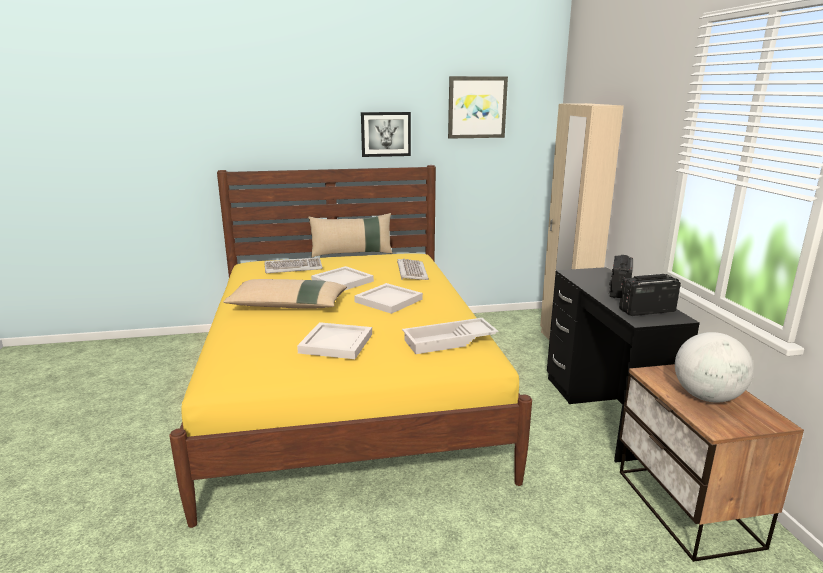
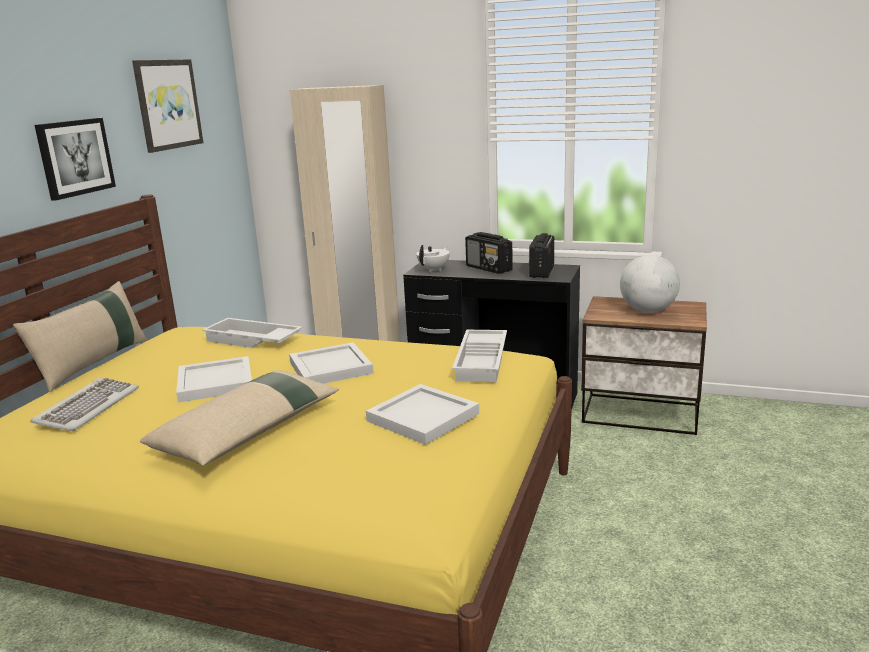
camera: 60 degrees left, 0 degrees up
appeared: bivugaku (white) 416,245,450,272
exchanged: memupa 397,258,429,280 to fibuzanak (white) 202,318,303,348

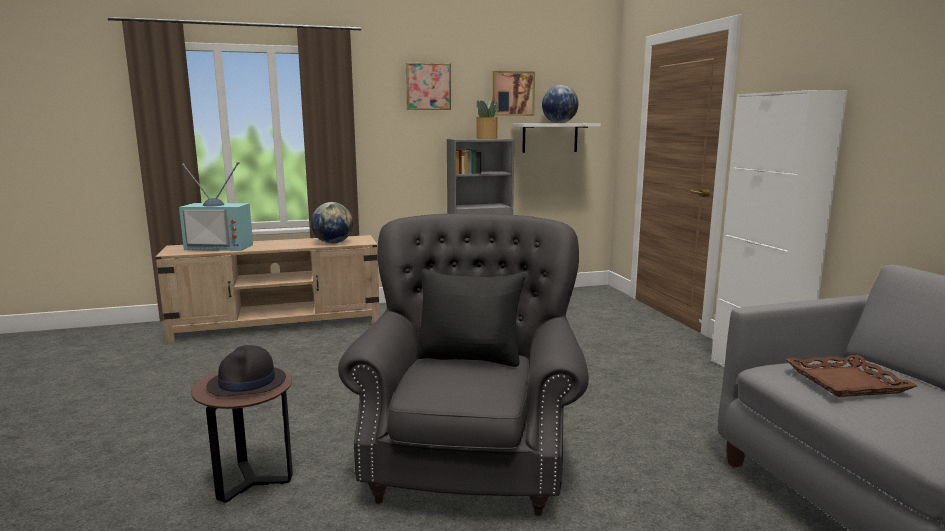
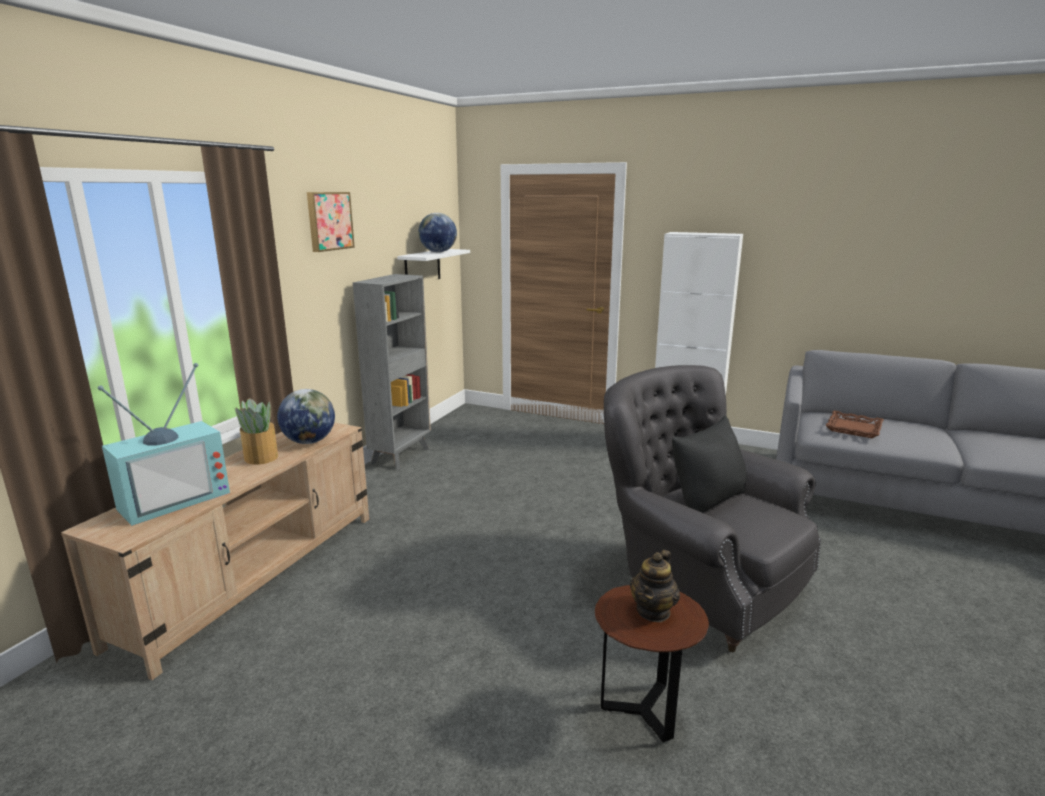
camera: 50 degrees left, 5 degrees up
missing: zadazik 493,71,535,116
relocated: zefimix 477,100,499,139 to 234,398,278,465
exchanged: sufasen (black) 206,345,286,397 to bivugaku 630,550,680,622

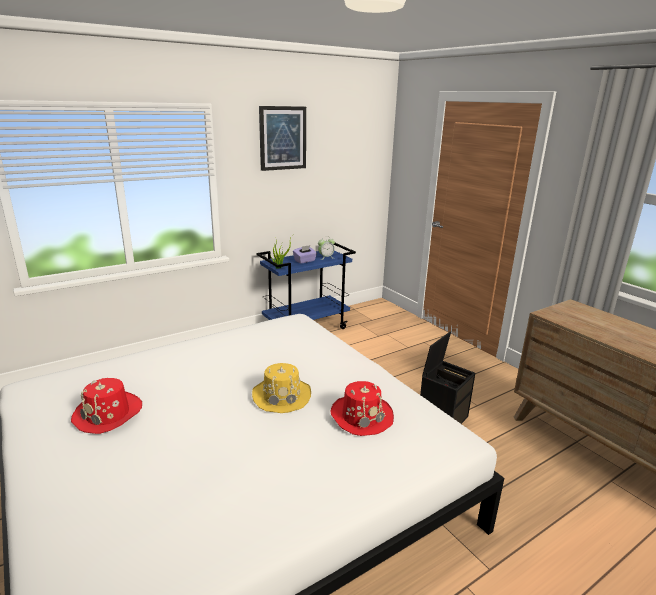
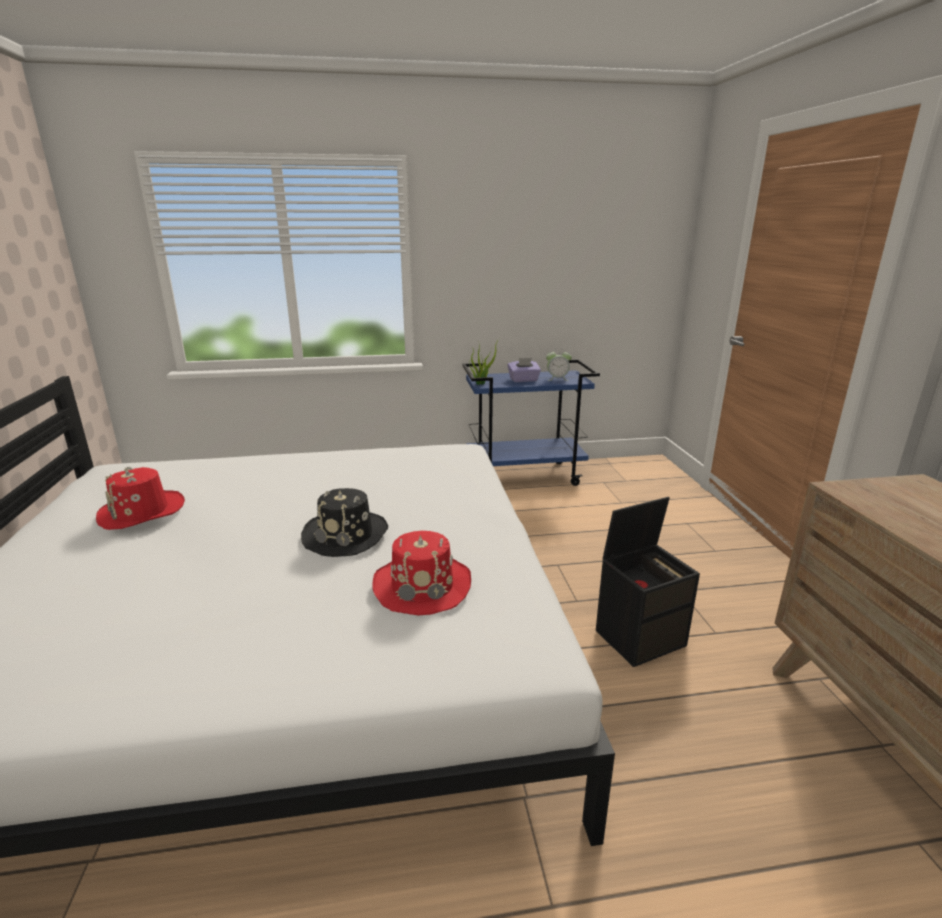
camera: 25 degrees right, 0 degrees up
missing: zadazik 259,106,306,171
colour: sufasen (yellow) 252,363,311,413 to sufasen (black) 301,488,388,557

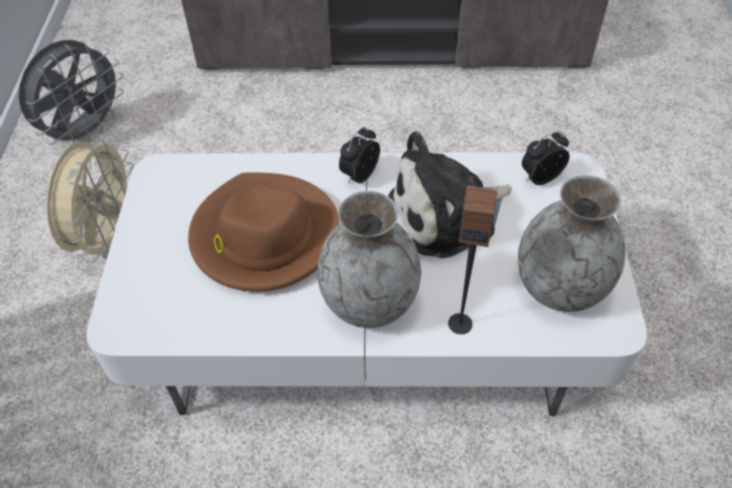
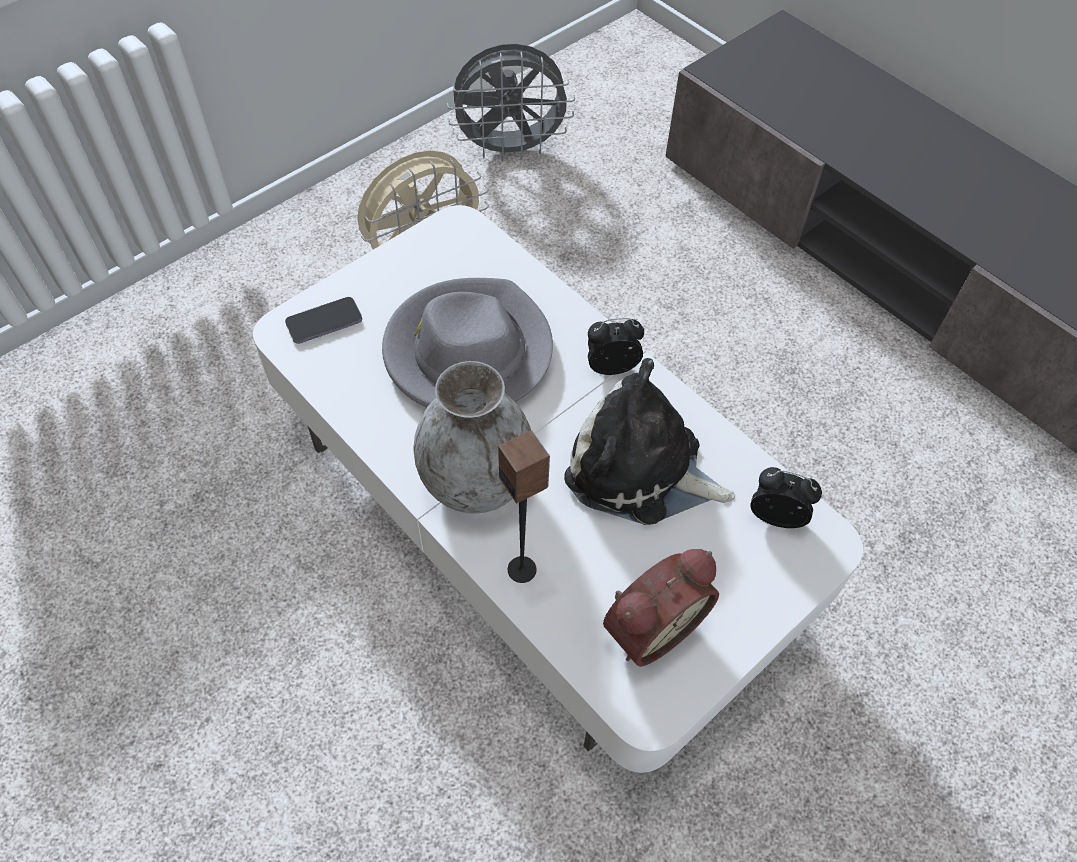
camera: 45 degrees right, 5 degrees up
appeared: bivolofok 285,297,362,344
exchanged: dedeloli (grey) 518,175,626,312 to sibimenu 603,549,719,667
colour: sufasen (brown) 188,172,339,292 to sufasen (grey) 382,278,553,407

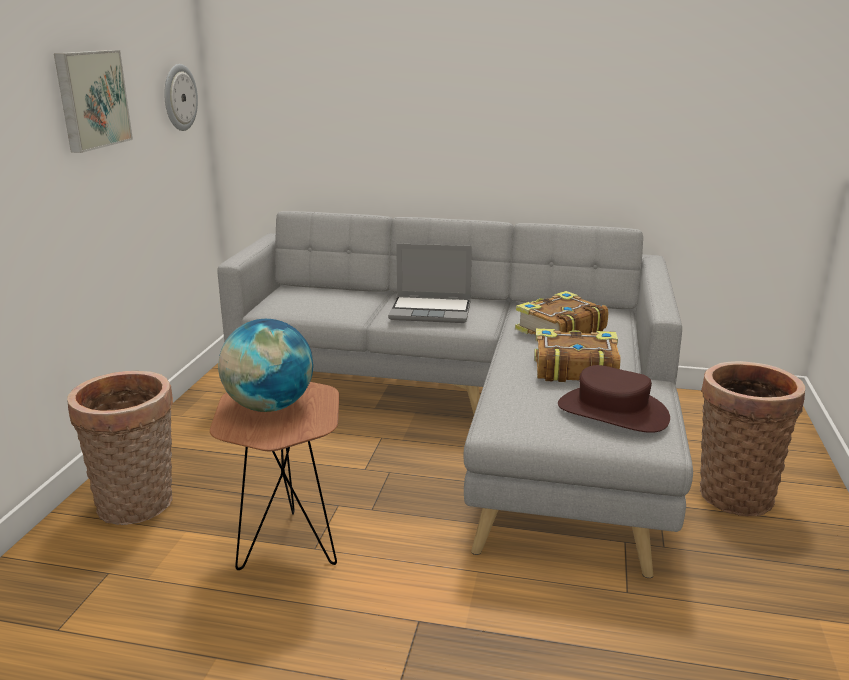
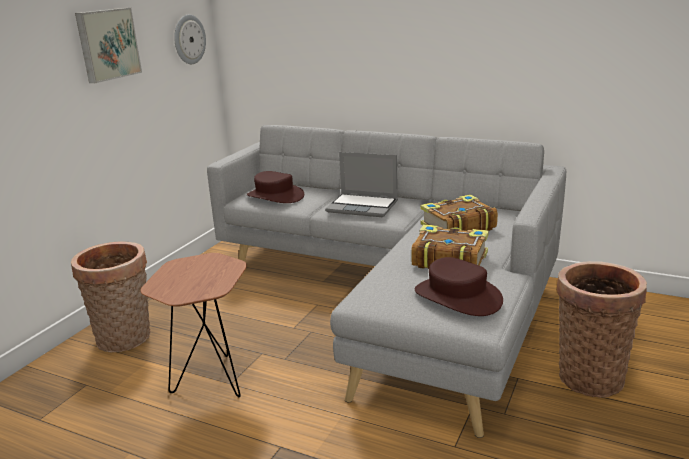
camera: 15 degrees right, 0 degrees up
missing: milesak 218,319,313,412
appeared: sufasen (brown) 246,171,304,203

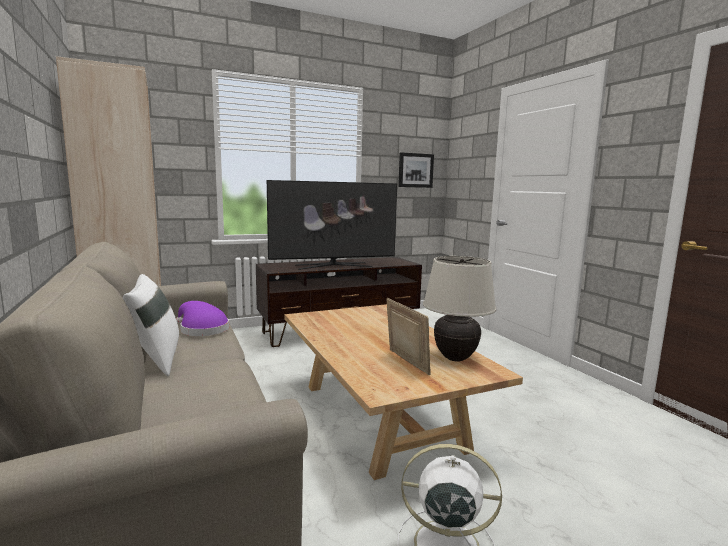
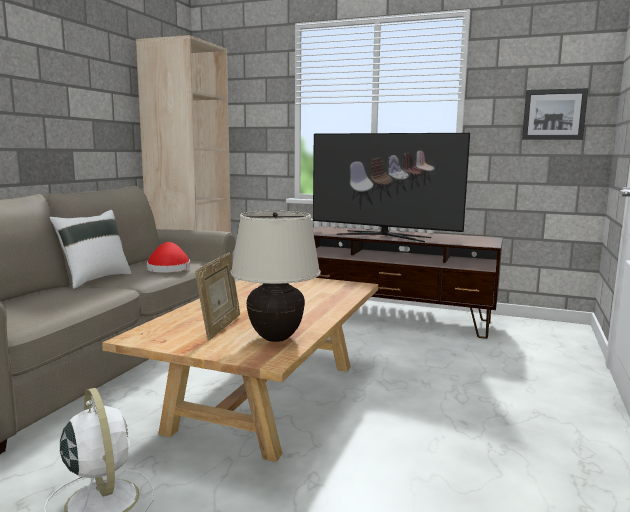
camera: 45 degrees right, 0 degrees up
colour: sufasen (purple) 176,301,229,336 to sufasen (red) 147,242,190,273

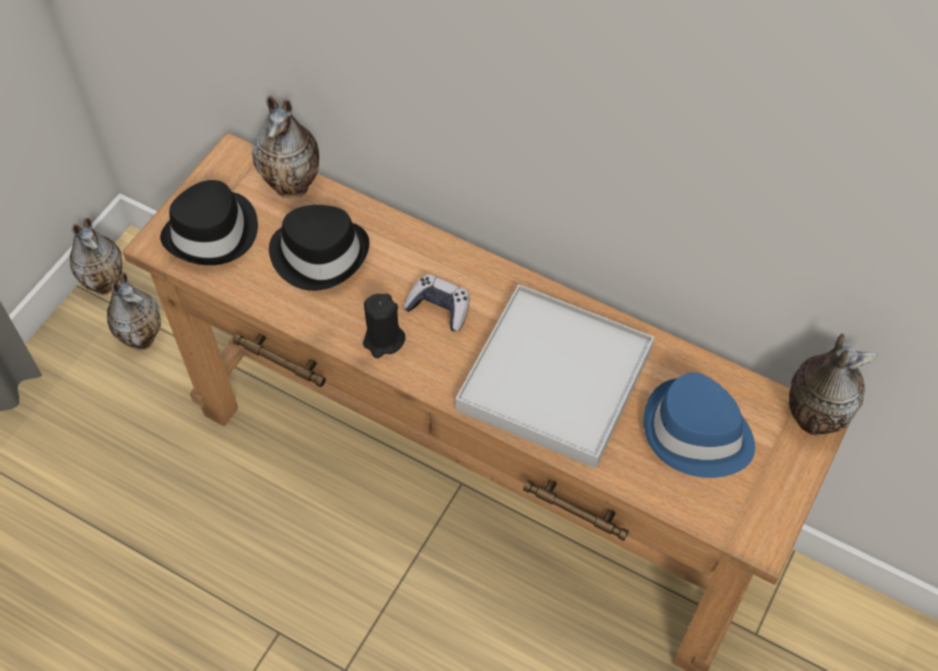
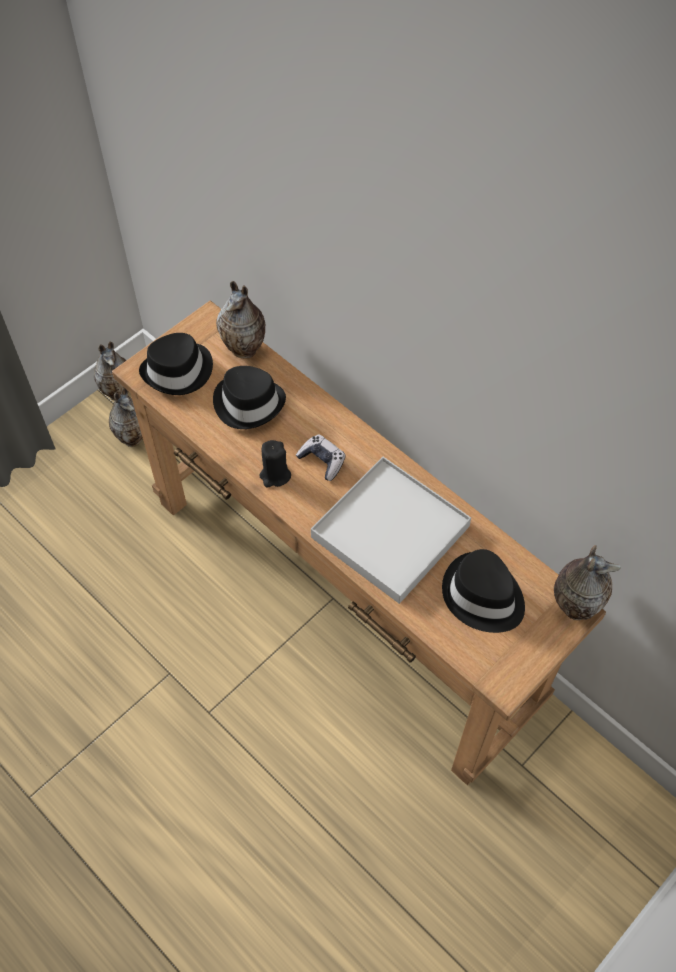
camera: 15 degrees right, 0 degrees up
colour: sufasen (blue) 644,372,755,478 to sufasen (black) 442,549,525,633

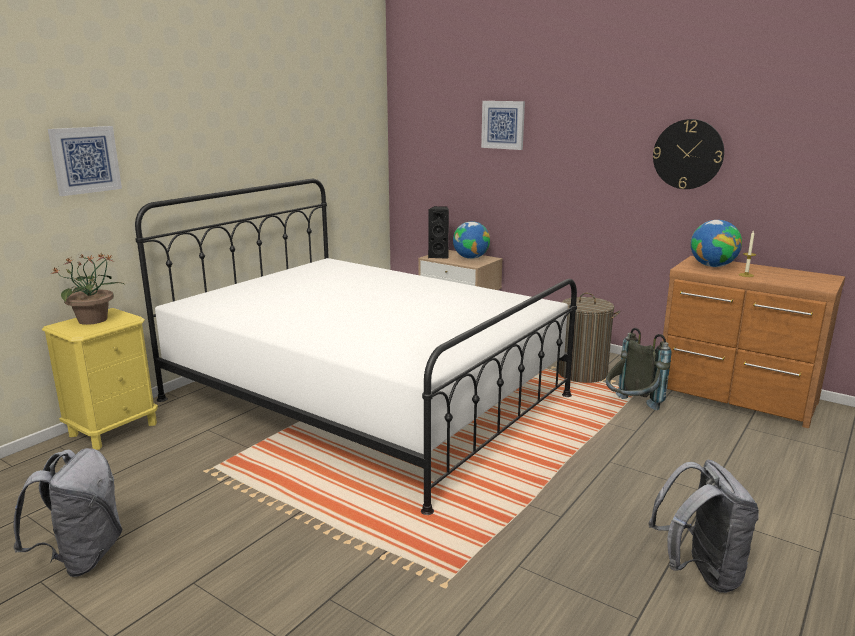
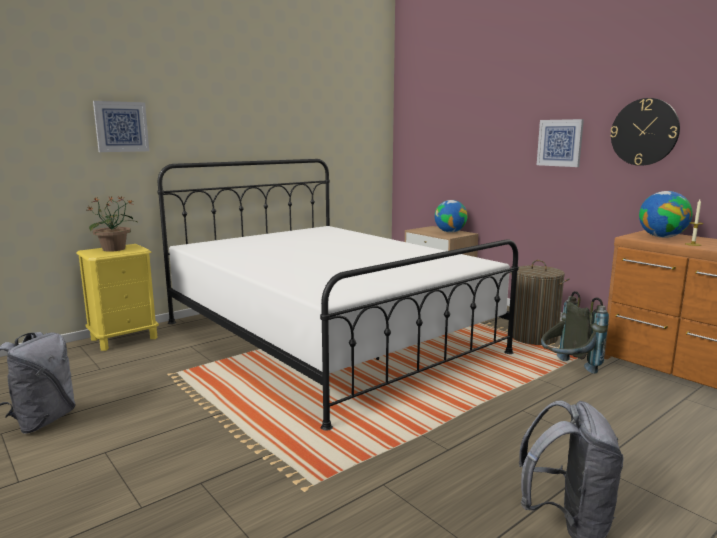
camera: 15 degrees right, 5 degrees down
missing: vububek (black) 428,206,449,259
relocated: zadazik 481,101,525,150 to 537,119,584,167

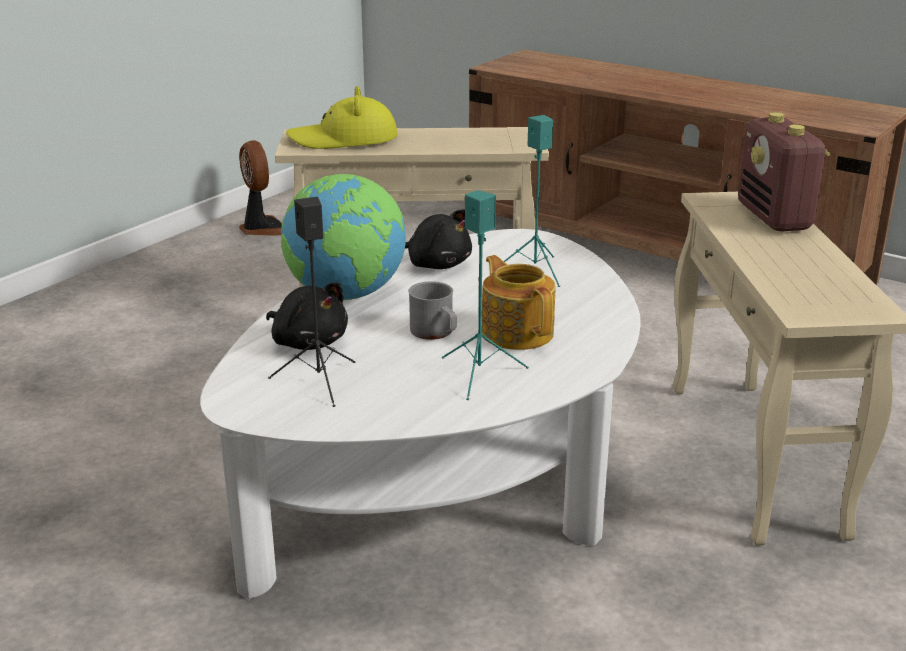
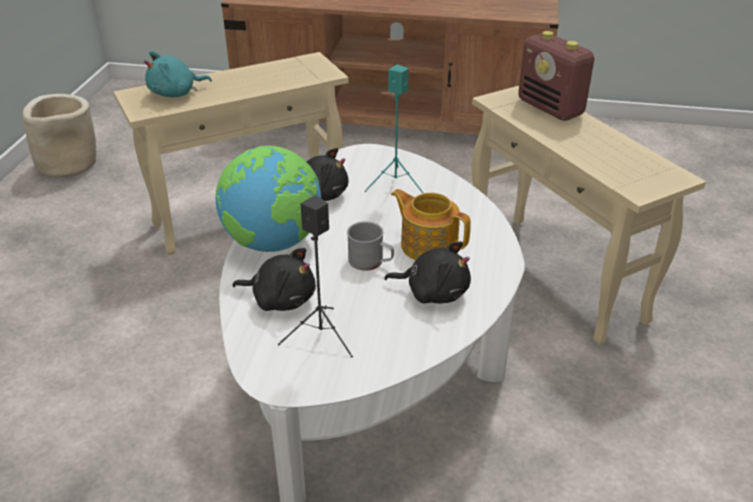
camera: 25 degrees left, 10 degrees up
exchanged: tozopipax 239,140,282,236 to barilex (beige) 23,94,96,178; sufasen (yellow) 286,86,398,149 to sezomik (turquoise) 144,51,212,97; vububek (turquoise) 442,190,529,400 to sezomik (black) 384,241,471,304

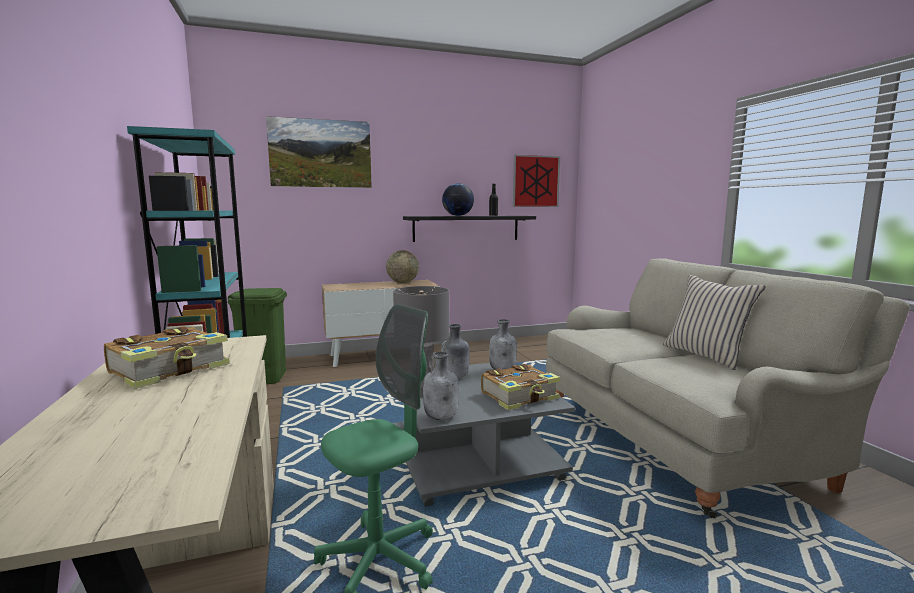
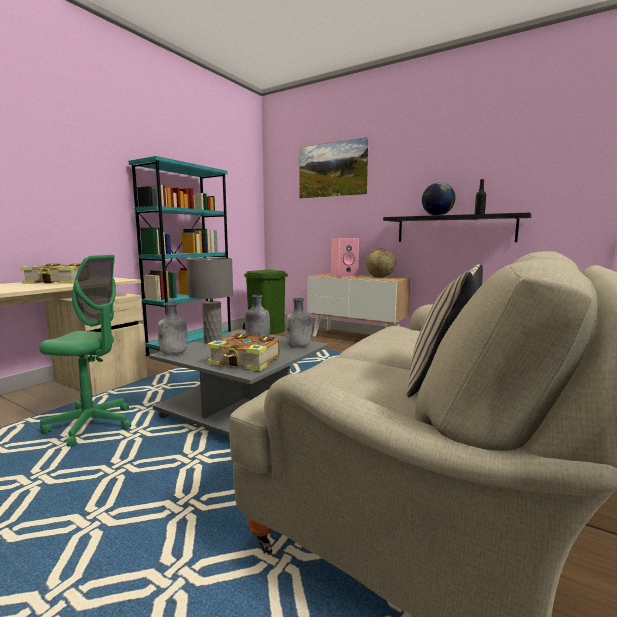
camera: 50 degrees right, 0 degrees up
missing: zadazik 513,155,560,207
appeared: vububek (pink) 331,238,359,277

